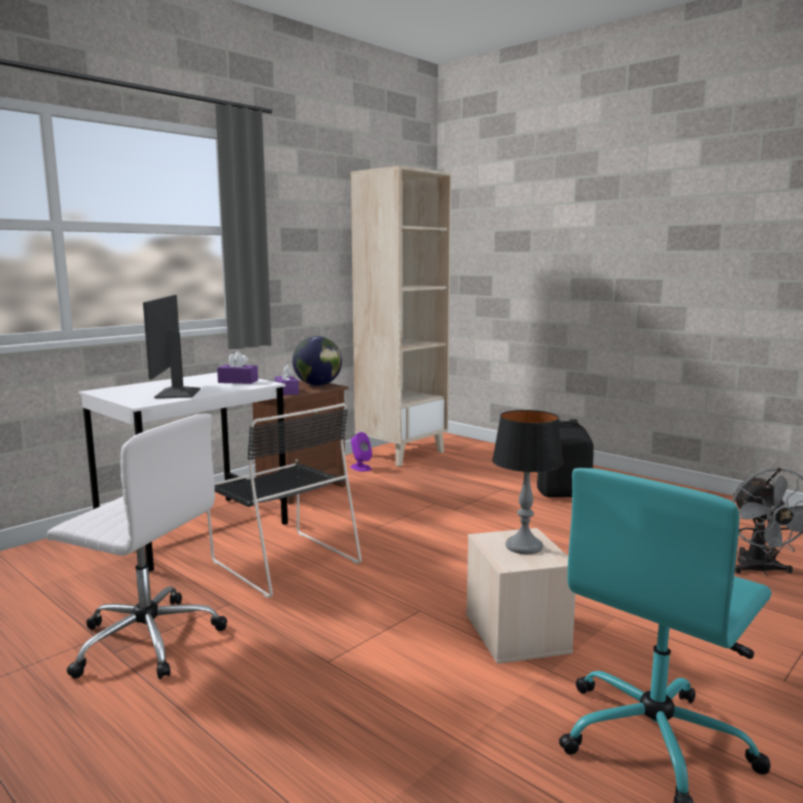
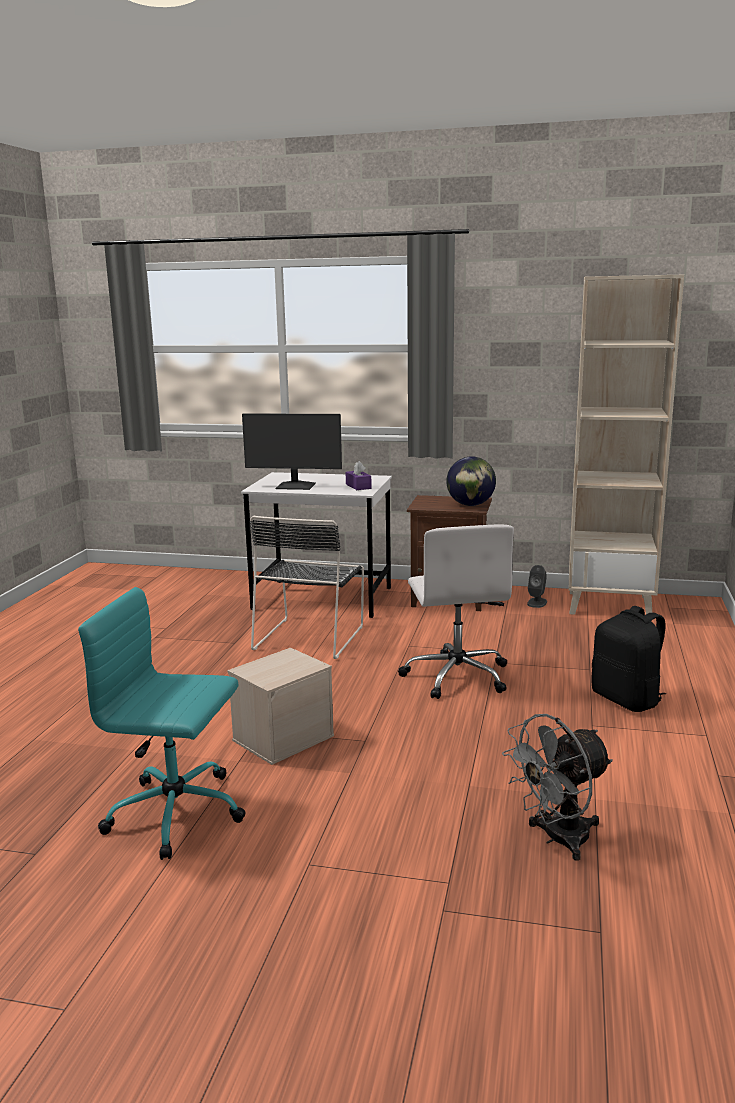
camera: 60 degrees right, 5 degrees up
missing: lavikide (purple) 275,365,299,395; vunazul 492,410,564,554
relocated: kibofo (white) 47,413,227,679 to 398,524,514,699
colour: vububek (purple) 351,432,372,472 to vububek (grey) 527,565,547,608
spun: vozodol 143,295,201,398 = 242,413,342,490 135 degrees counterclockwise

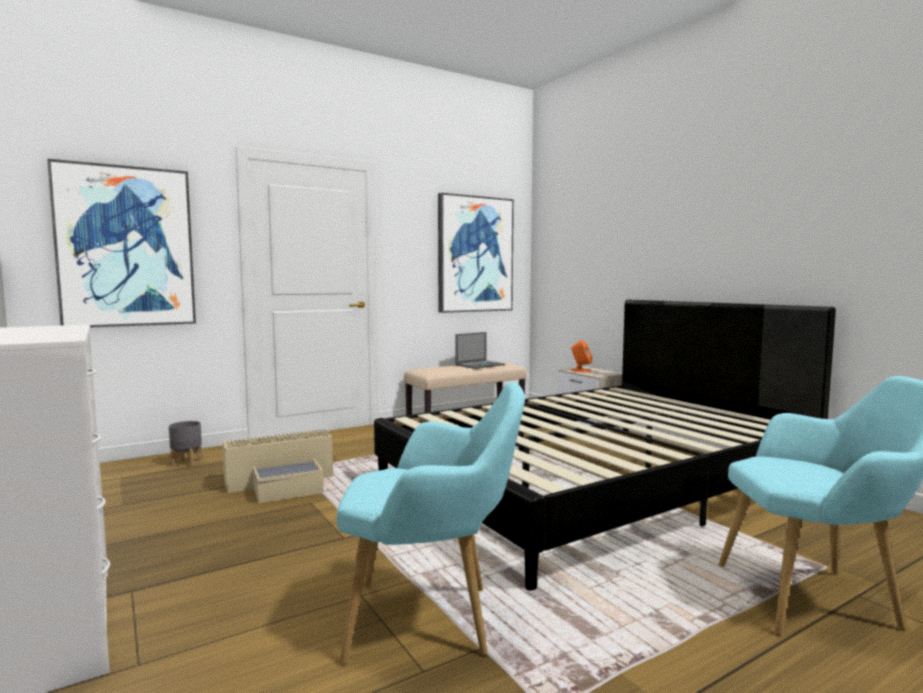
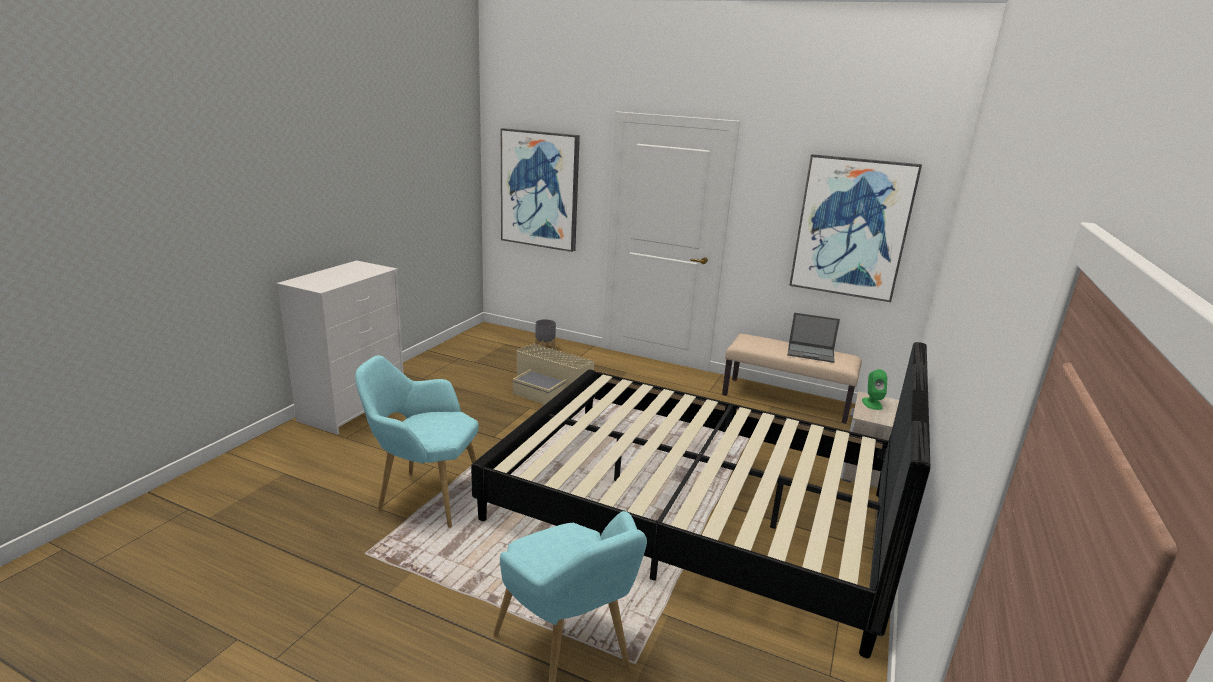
camera: 55 degrees right, 15 degrees up
colour: vububek (orange) 571,340,592,373 to vububek (green) 862,369,887,410
spun: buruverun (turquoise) 337,382,525,665 = 355,355,479,528 135 degrees clockwise

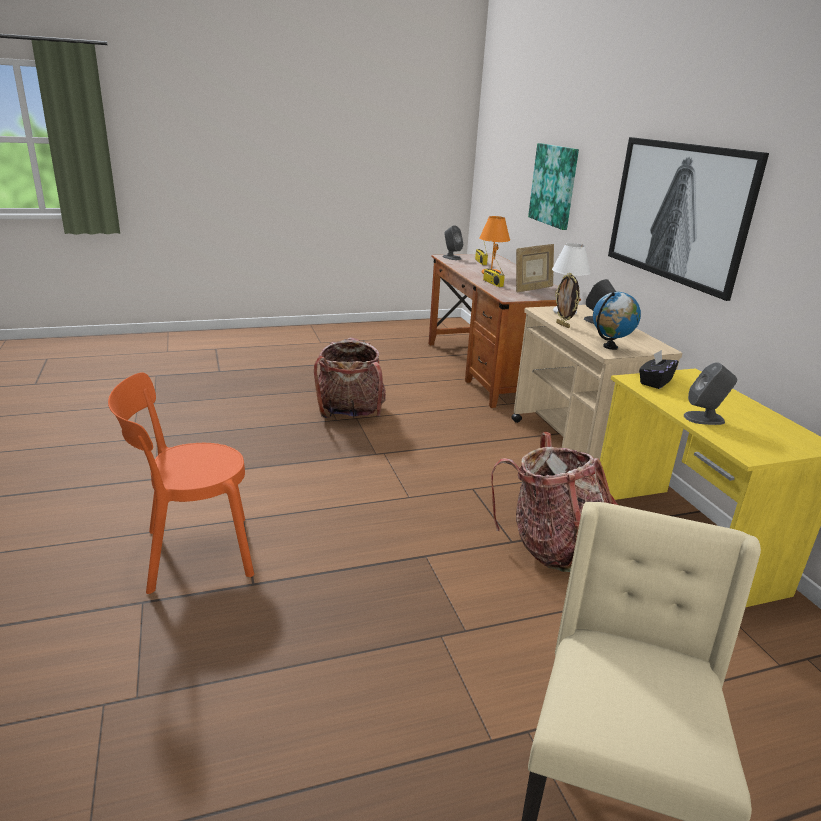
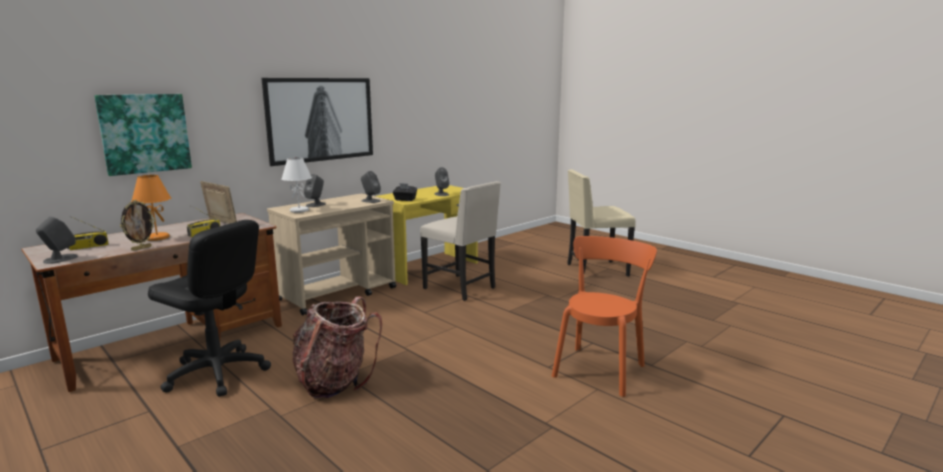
camera: 115 degrees left, 10 degrees down
appeared: kibofo (black) 148,220,271,397
relocated: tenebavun 555,273,580,328 to 120,200,155,251
exchanged: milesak 593,292,641,350 to vububek (grey) 361,171,381,203; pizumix 491,432,618,572 to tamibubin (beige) 420,181,501,301
spun: tamibubin (orange) 108,372,254,594 = 552,236,657,397 105 degrees counterclockwise

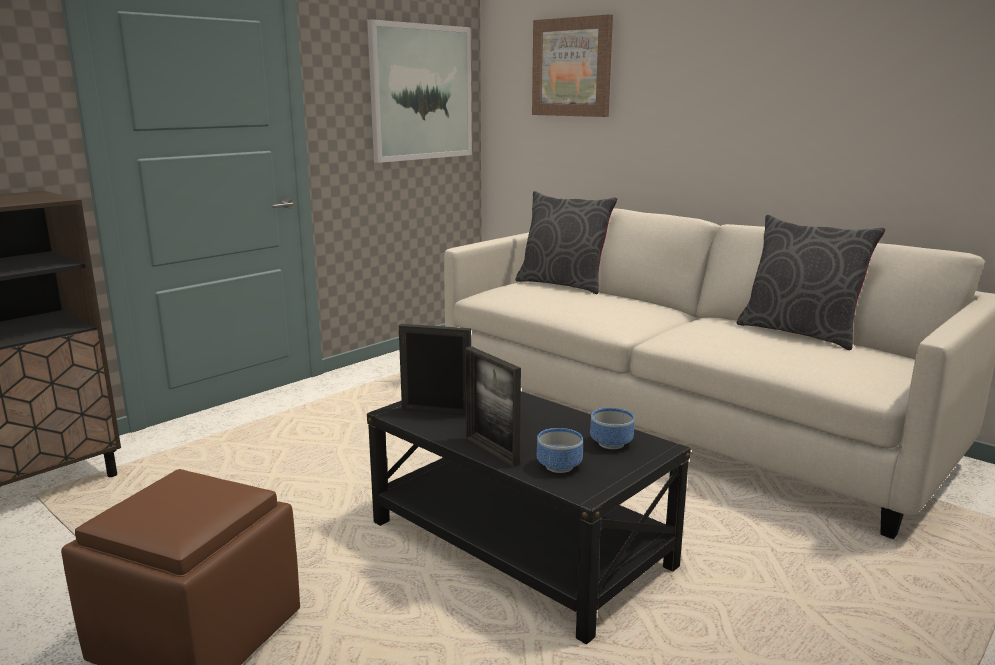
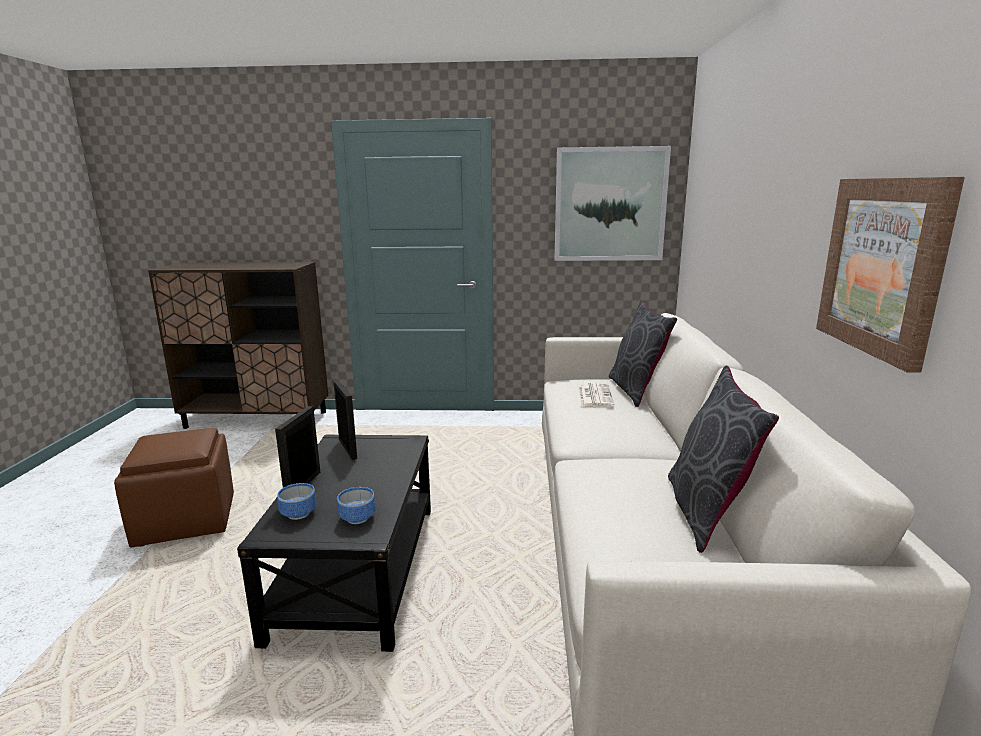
camera: 50 degrees right, 0 degrees up
appeared: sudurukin 578,383,614,407
relocated: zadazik 532,14,613,117 to 816,177,965,373

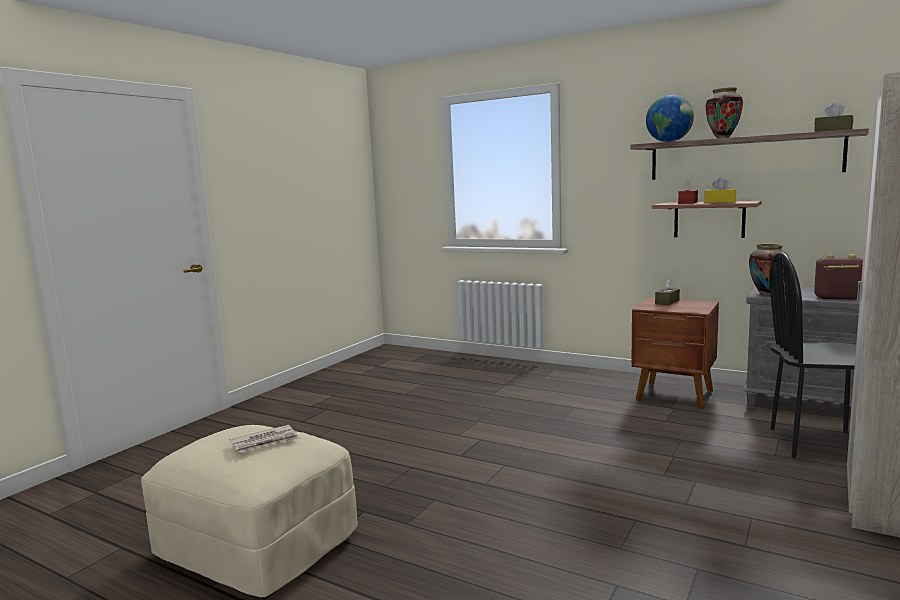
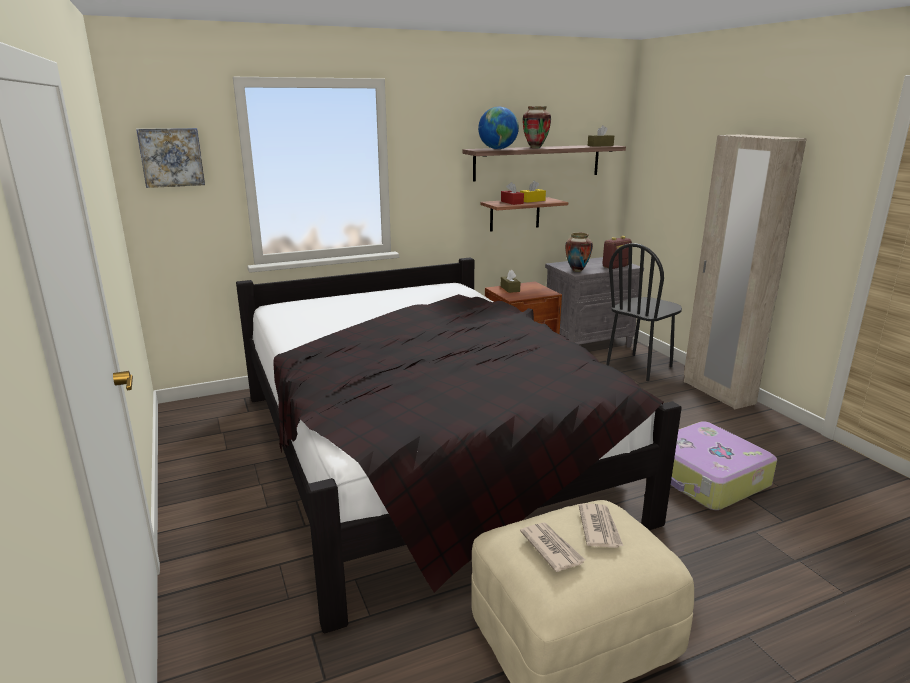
camera: 55 degrees left, 10 degrees up
appeared: zadazik 136,128,205,188; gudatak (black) 236,258,682,634; sudurukin 520,522,585,572; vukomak 671,421,777,510

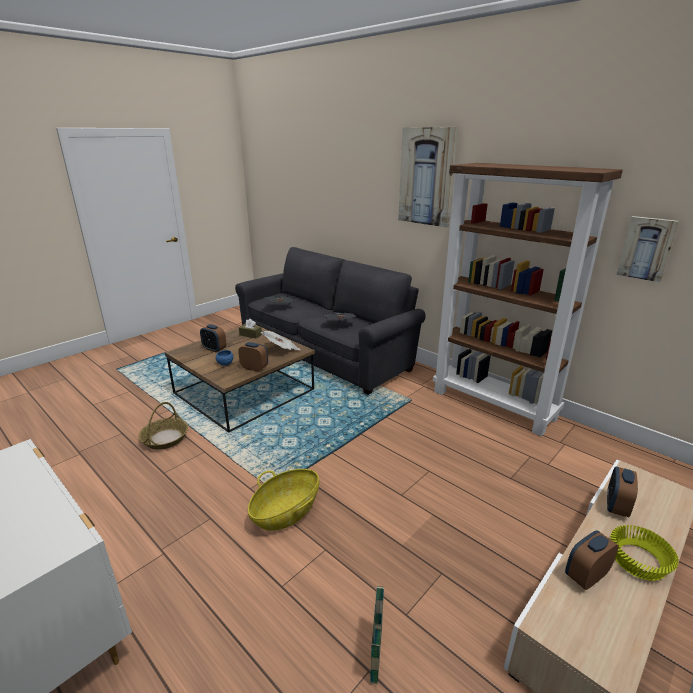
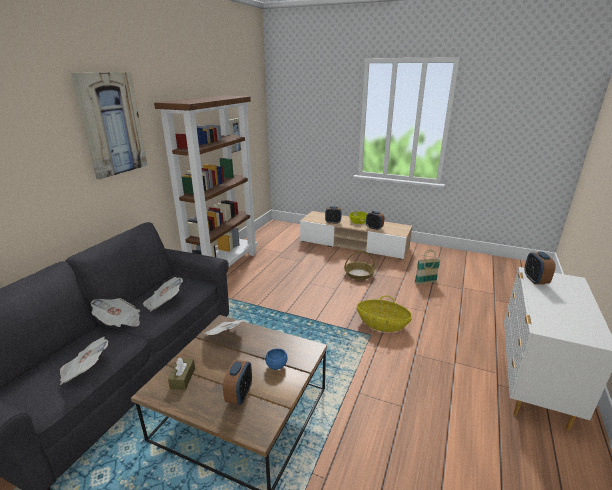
camera: 110 degrees left, 0 degrees up
appeared: sudurukin 91,298,140,327
relocated: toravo 139,402,188,450 to 344,251,375,280; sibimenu 238,342,268,372 to 524,252,556,285

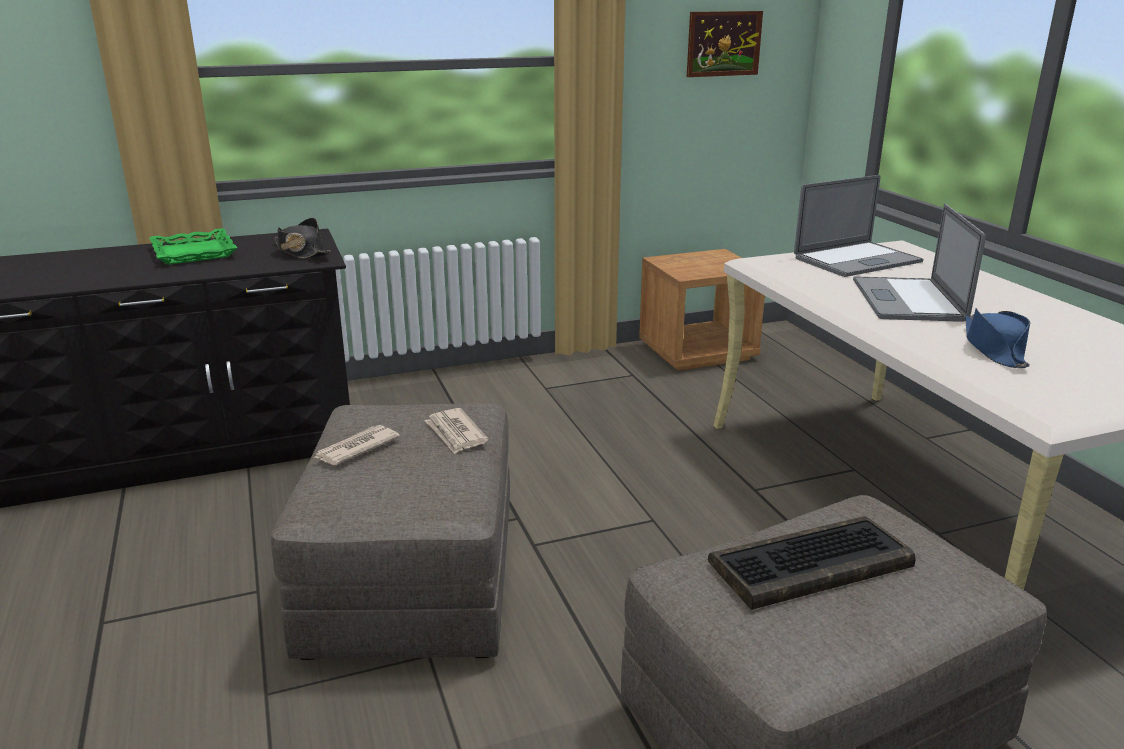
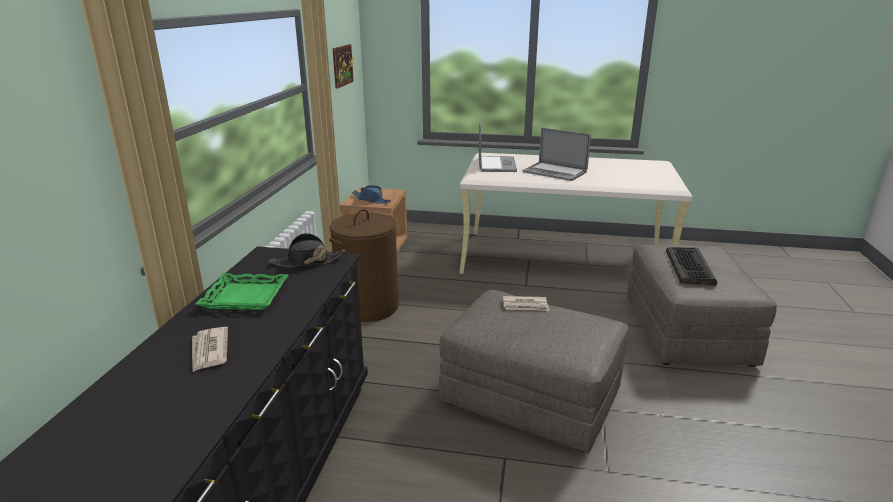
camera: 60 degrees left, 0 degrees up
appeared: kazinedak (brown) 329,209,399,322
relocated: sudurukin 313,425,401,465 to 192,327,228,372; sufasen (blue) 965,308,1030,368 to 352,185,391,204

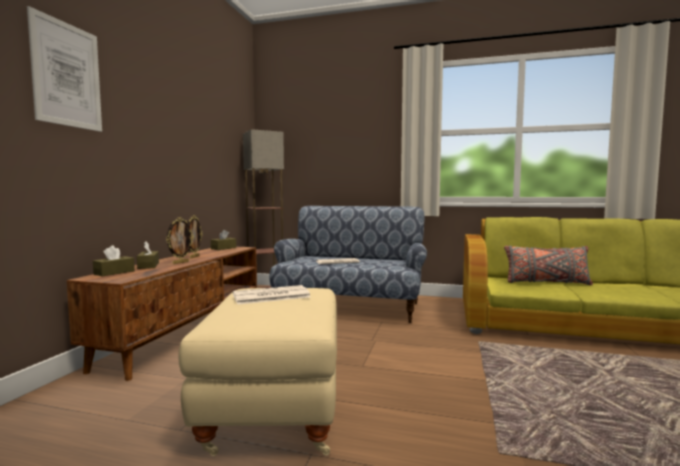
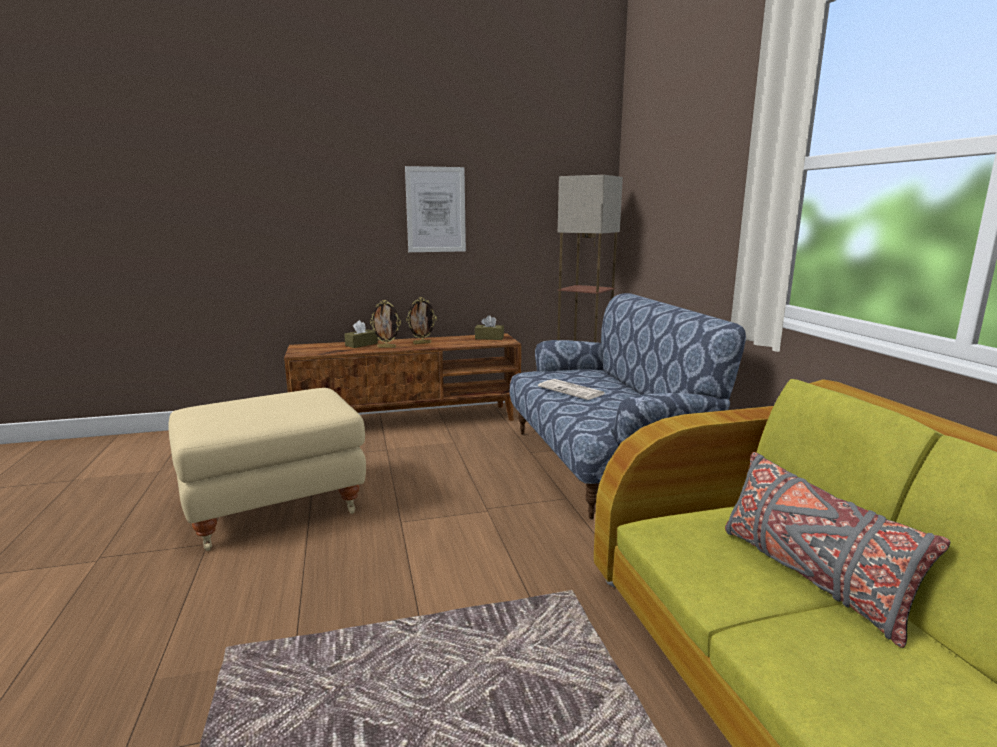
camera: 60 degrees right, 10 degrees up
missing: lavikide (brown) 93,245,135,277; sudurukin 233,285,311,305
relocated: zadazik 27,6,102,132 to 405,166,466,252

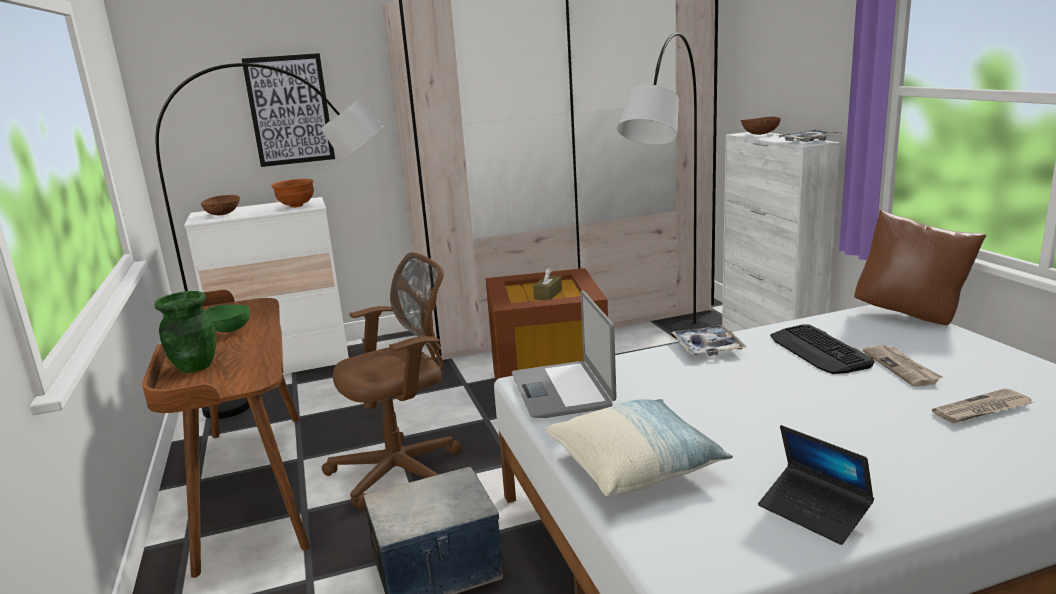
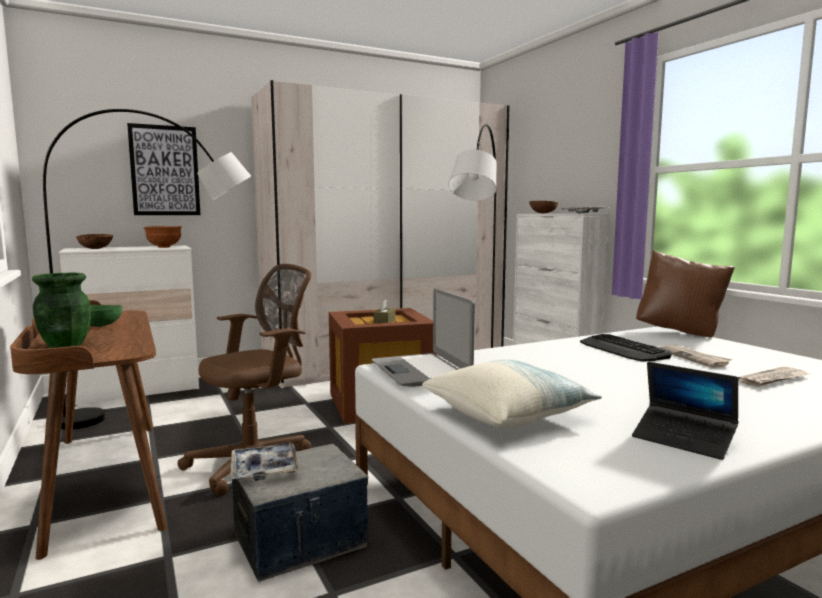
camera: 10 degrees left, 10 degrees down
relocated: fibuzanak 672,325,746,356 to 230,443,299,481

